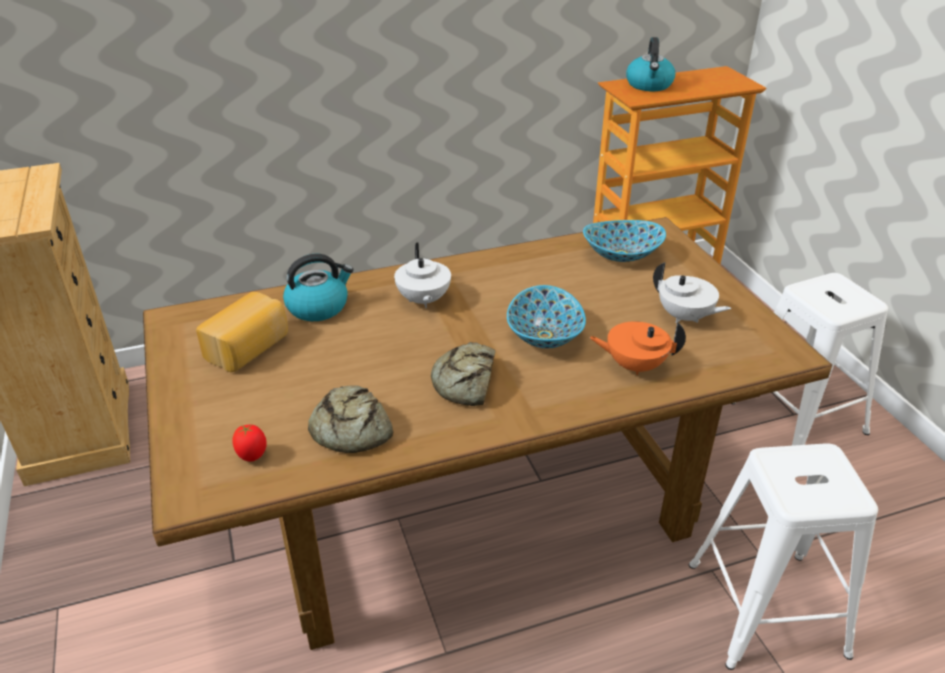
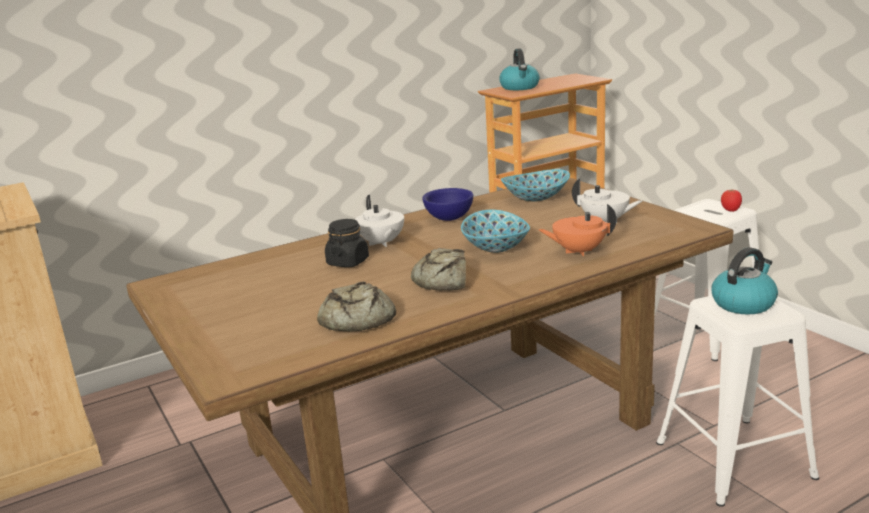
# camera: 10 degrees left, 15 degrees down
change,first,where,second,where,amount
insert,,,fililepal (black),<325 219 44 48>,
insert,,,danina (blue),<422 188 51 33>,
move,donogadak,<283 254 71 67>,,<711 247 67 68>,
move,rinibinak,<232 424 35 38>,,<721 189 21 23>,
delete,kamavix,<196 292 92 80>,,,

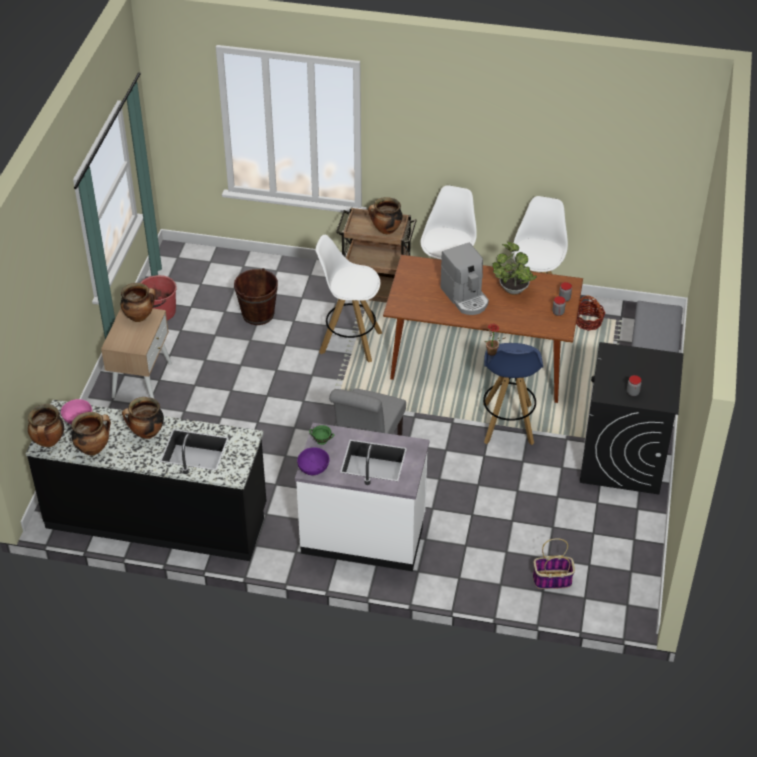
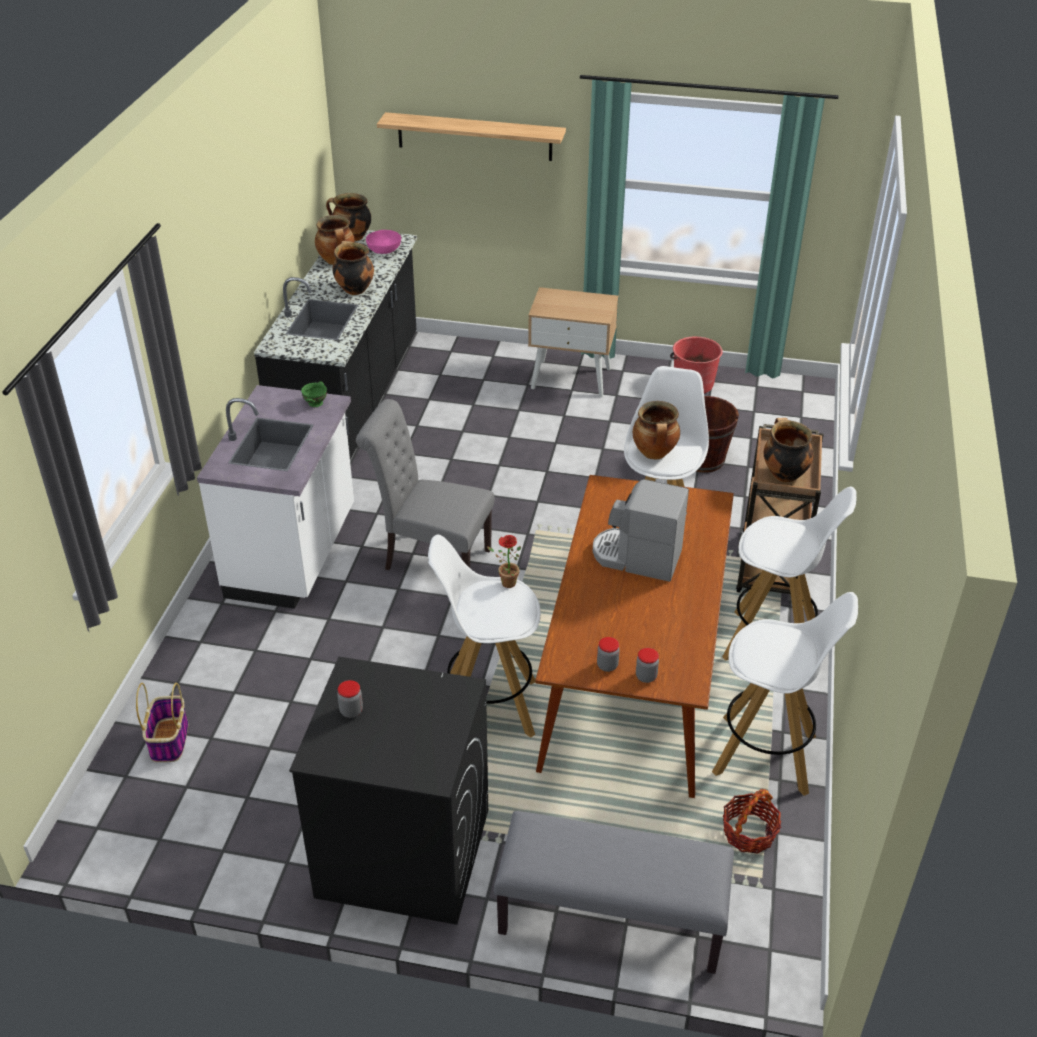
# camera: 90 degrees right, 5 degrees down
change,first,where,second,where,amount
insert,,,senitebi,<377 112 189 49>,
recolor,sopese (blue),<483 343 60 102>,sopese (white),<428 535 113 203>,
rotate,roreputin,<440 242 49 73>,,<593 479 96 103>,45 degrees clockwise
move,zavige,<121 283 35 39>,,<633 401 47 58>,
delete,danina (purple),<297 447 33 28>,,,
delete,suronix,<492 242 45 53>,,,

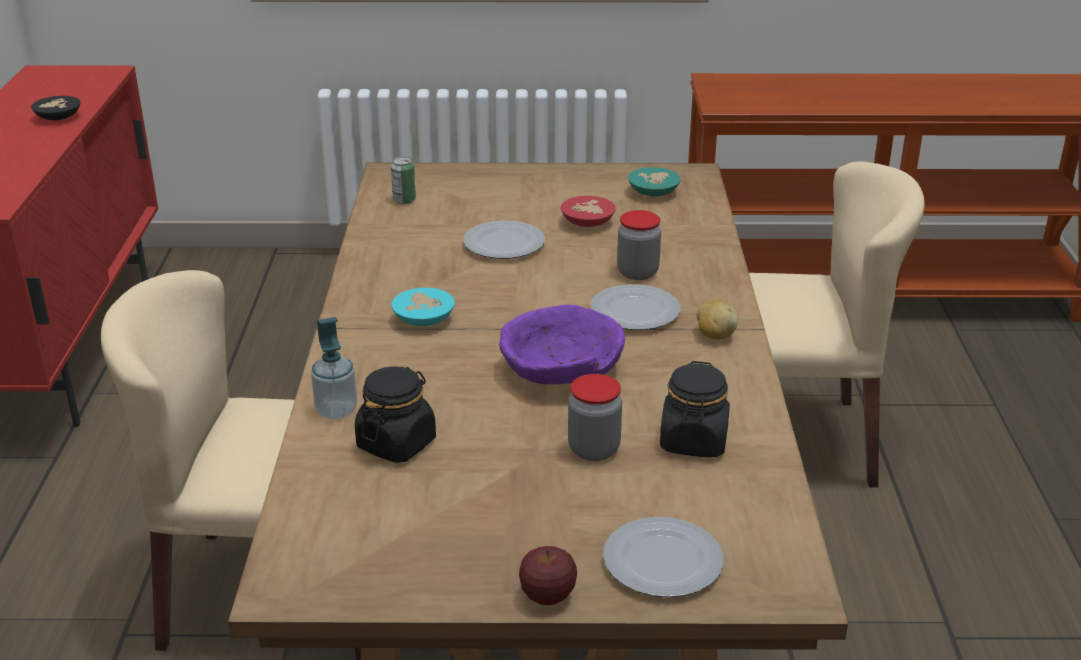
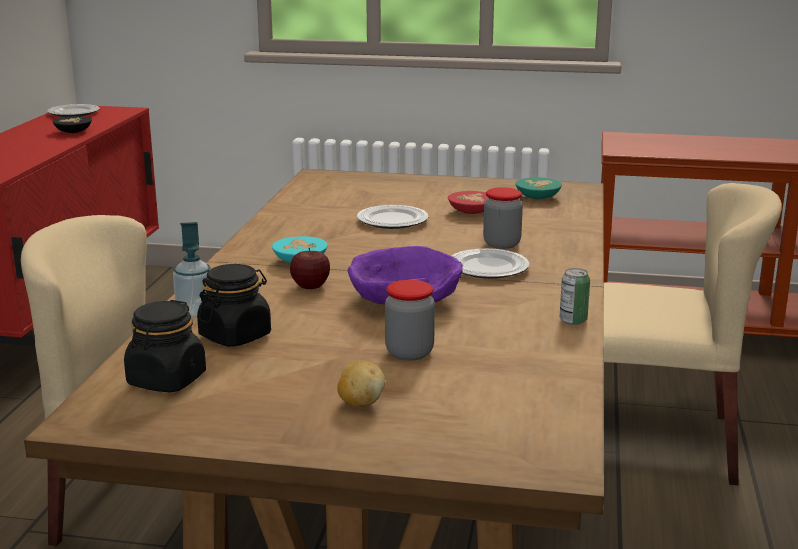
# camera: 10 degrees right, 10 degrees down
change,first,where,second,where,amount
move,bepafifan,<603 517 121 80>,,<47 104 53 13>,
move,fililepal (black),<660 361 70 96>,,<124 300 82 92>,
move,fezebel,<519 546 58 59>,,<290 248 40 41>,
move,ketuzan,<697 300 41 40>,,<337 360 48 47>,
move,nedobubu,<391 157 25 47>,,<560 268 30 57>,

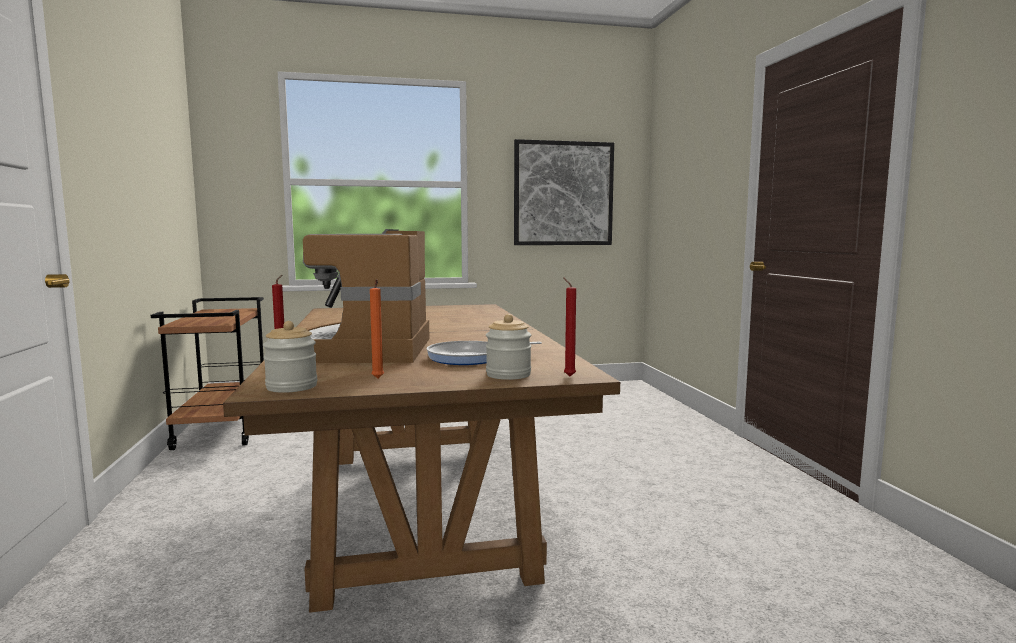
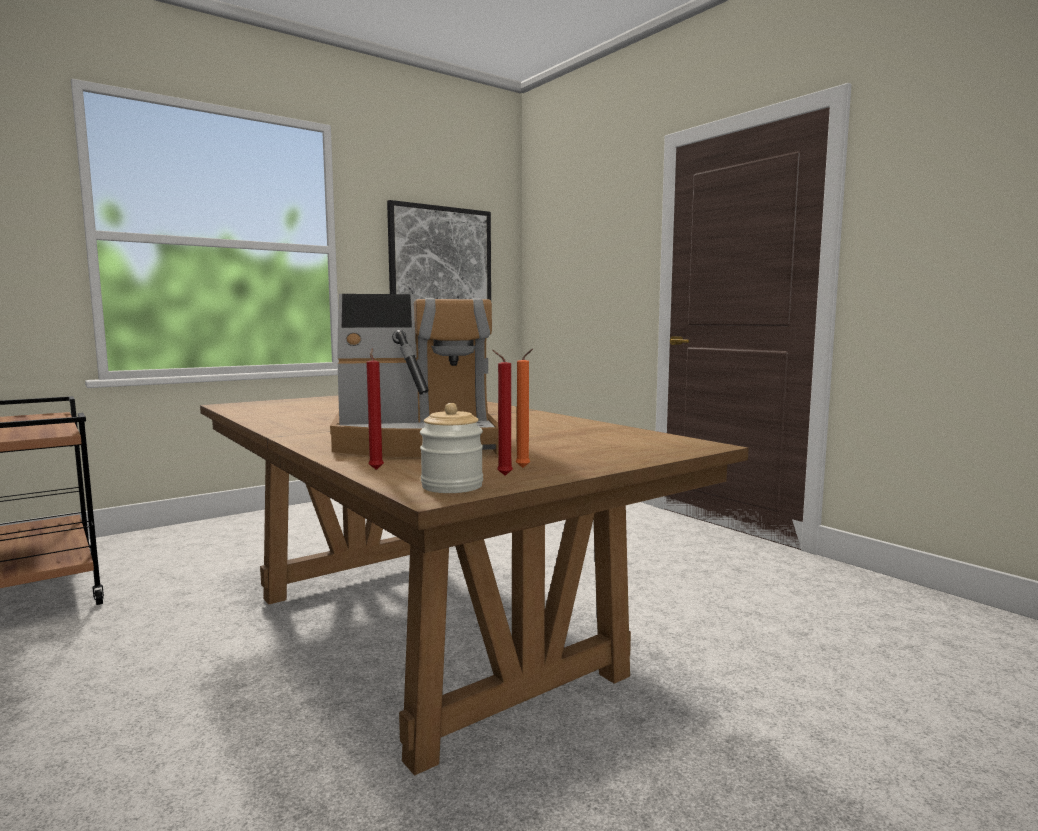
# camera: 25 degrees left, 0 degrees up
change,first,where,second,where,amount
rotate,roreputin,<303 229 127 134>,,<330 294 169 163>,75 degrees counterclockwise
move,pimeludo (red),<563 277 13 99>,,<492 350 21 126>,
delete,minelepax,<427 341 115 24>,,,
delete,fililepal,<486 314 45 66>,,,

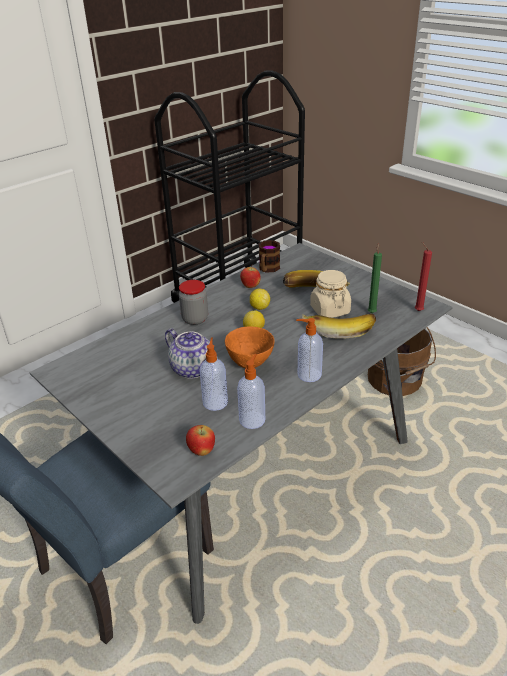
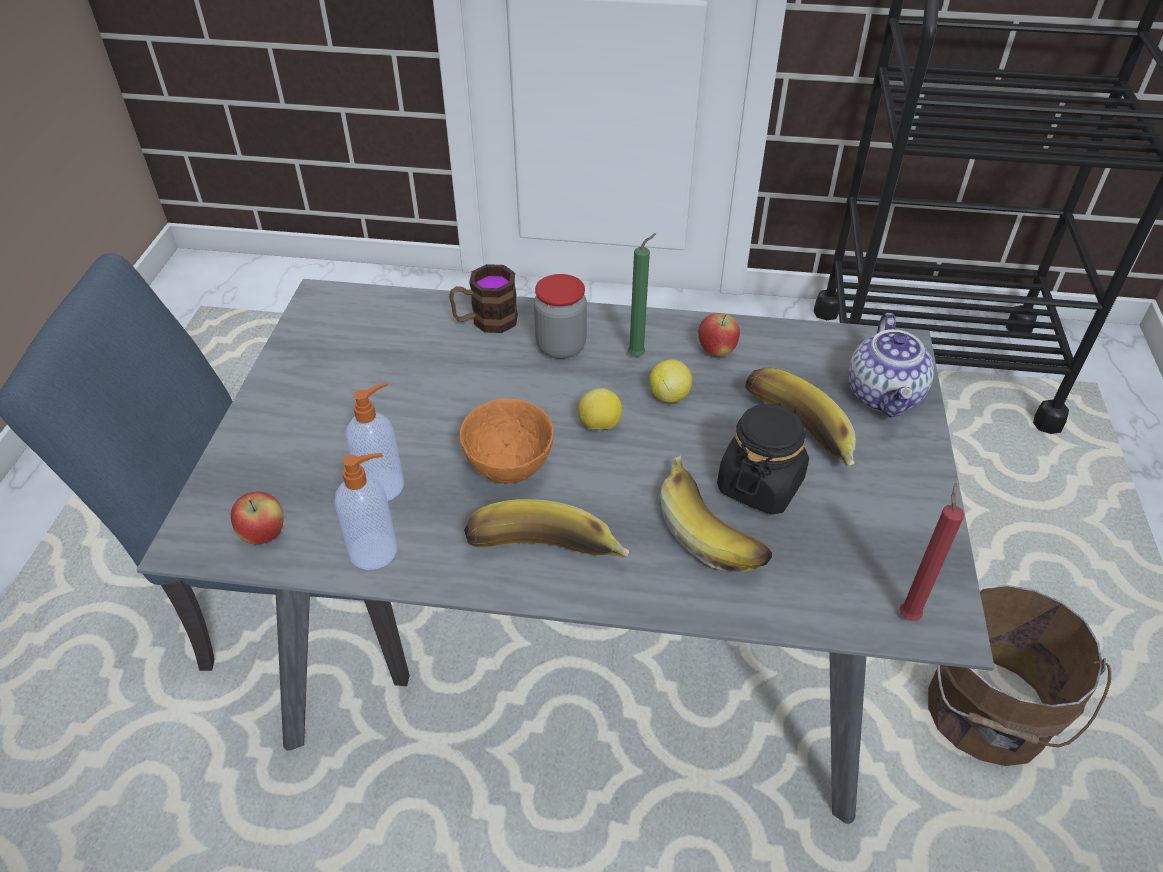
# camera: 50 degrees right, 10 degrees up
change,first,where,second,where,amount
move,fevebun,<259 240 21 33>,,<449 264 69 69>,
replace,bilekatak,<296 318 27 64>,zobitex,<464 499 165 59>,
move,pimeludo (green),<368 243 14 70>,,<628 233 29 123>,
recolor,fililepal (beige),<310 270 41 48>,fililepal (black),<717 403 92 112>,
move,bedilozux,<165 328 45 51>,,<848 313 86 105>,

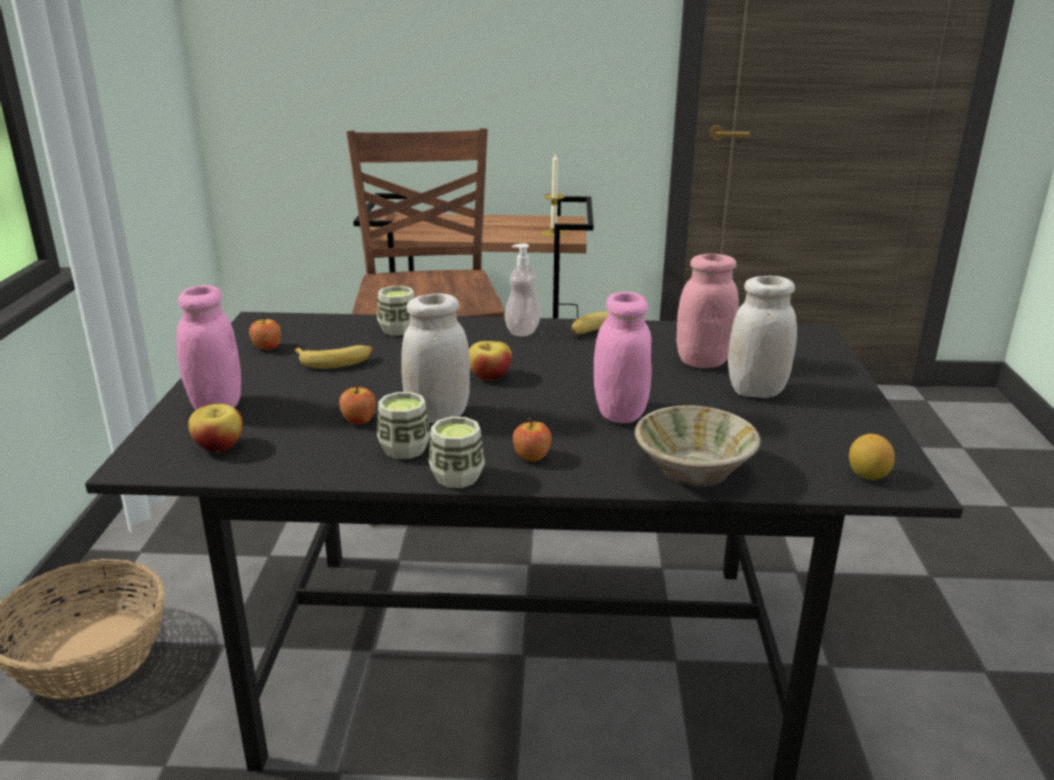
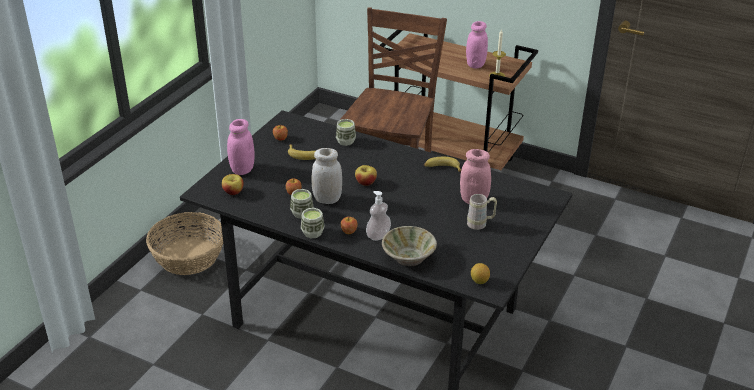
# camera: 25 degrees right, 10 degrees up
change,first,where,second,where,amount
move,bilekatak,<505 243 36 93>,,<366 191 25 50>,
move,fililepal (pink),<594 292 58 131>,,<466 21 22 47>,
replace,fililepal (white),<728 276 69 122>,fevebun (beige),<467 194 30 36>,

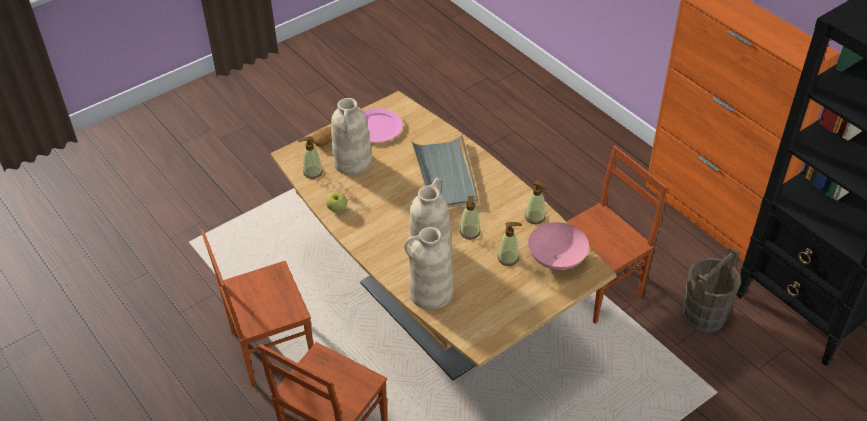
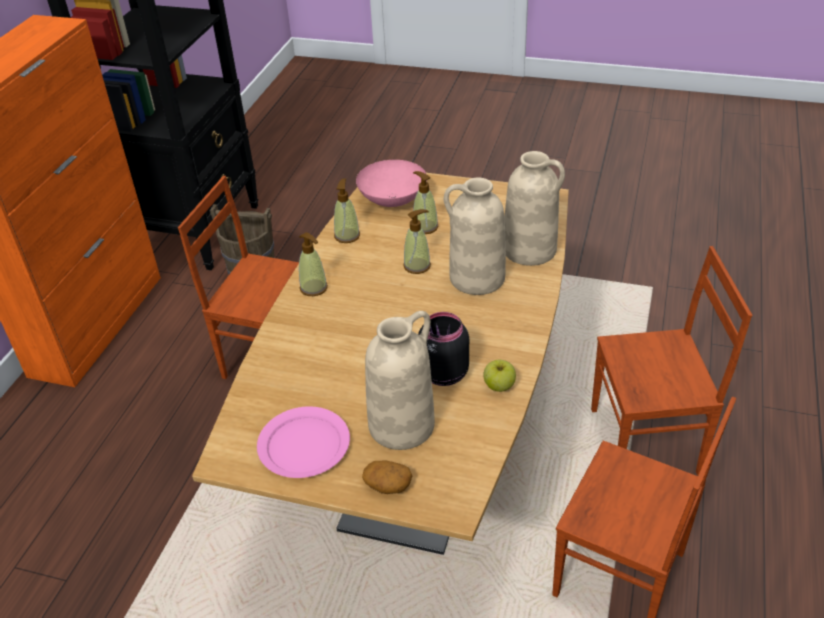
# camera: 125 degrees left, 5 degrees down
change,first,where,second,where,amount
move,bilekatak,<298 136 25 43>,,<299 232 29 64>,
insert,,,fililepal (black),<418 312 51 74>,
delete,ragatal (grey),<411 134 67 73>,,,

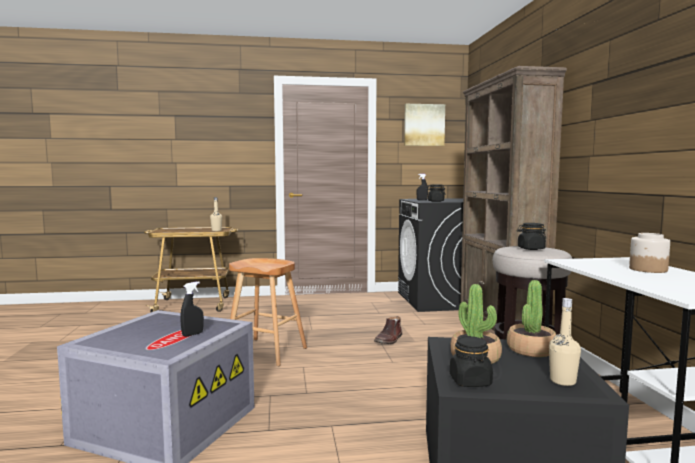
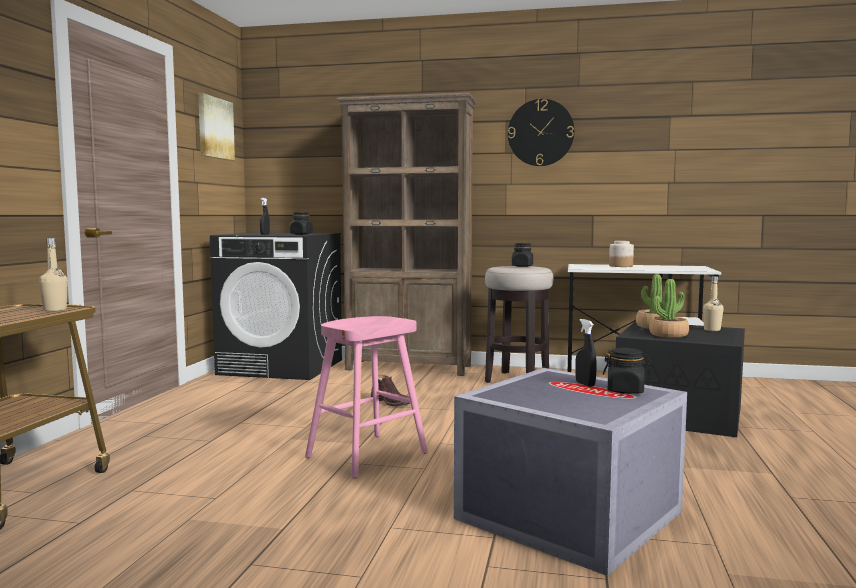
# camera: 70 degrees left, 0 degrees up
change,first,where,second,where,amount
recolor,sopese (brown),<229 258 78 108>,sopese (pink),<305 316 123 162>,
insert,,,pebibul,<508 99 66 67>,
move,fililepal (black),<450 336 43 51>,,<603 348 48 46>,

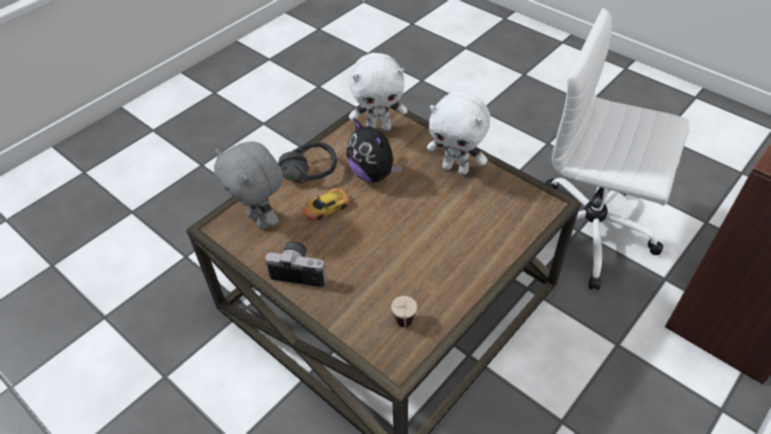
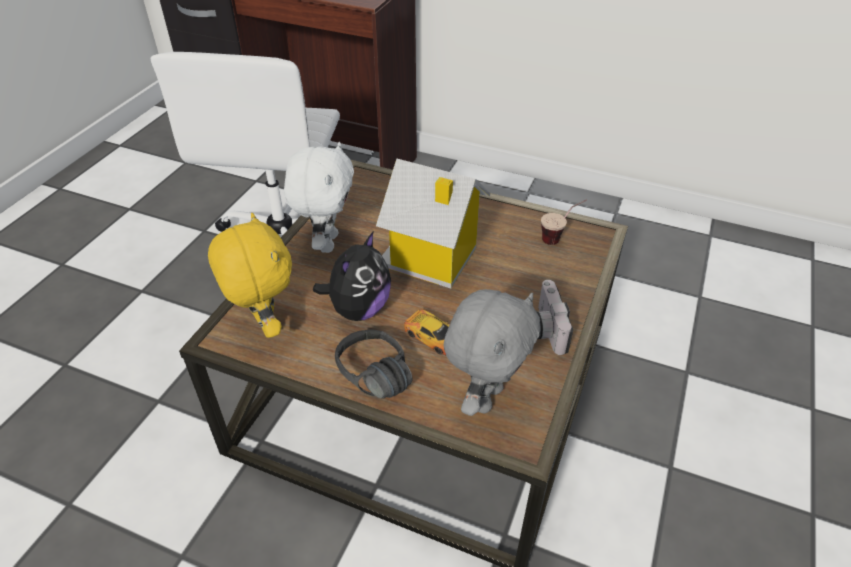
# camera: 110 degrees left, 5 degrees down
change,first,where,second,where,amount
recolor,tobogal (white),<349 53 58 78>,tobogal (yellow),<208 213 84 125>,
insert,,,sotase,<376 158 115 130>,

